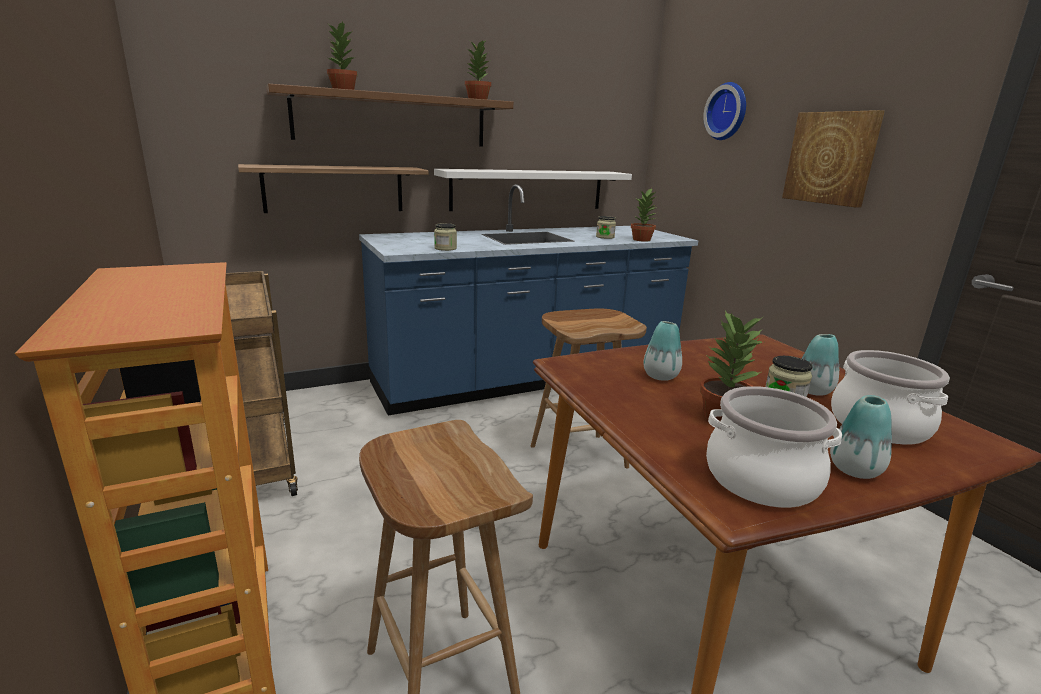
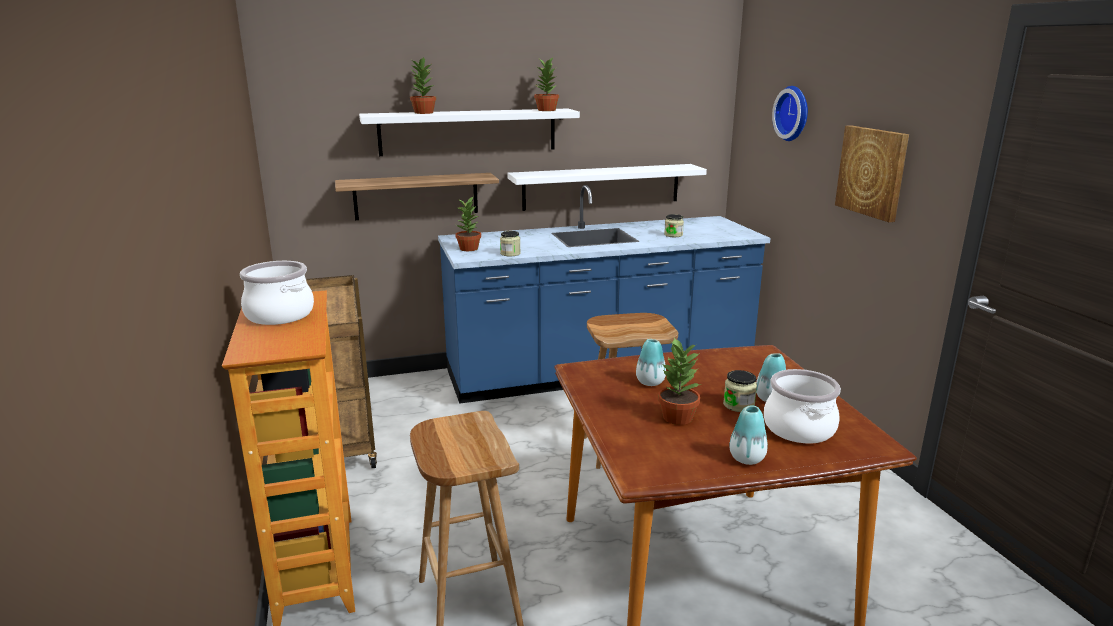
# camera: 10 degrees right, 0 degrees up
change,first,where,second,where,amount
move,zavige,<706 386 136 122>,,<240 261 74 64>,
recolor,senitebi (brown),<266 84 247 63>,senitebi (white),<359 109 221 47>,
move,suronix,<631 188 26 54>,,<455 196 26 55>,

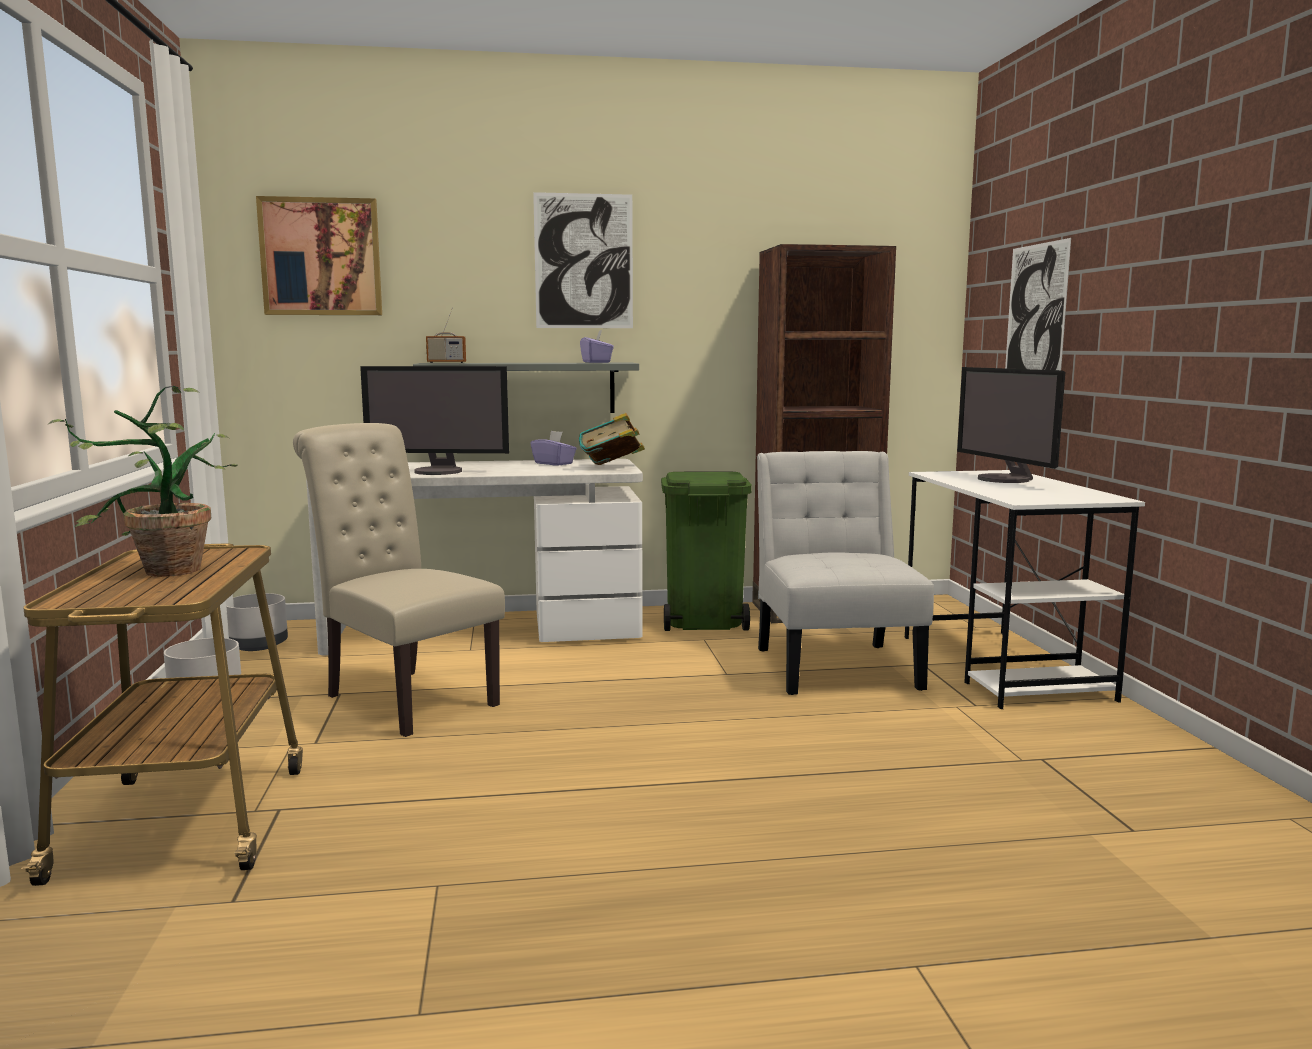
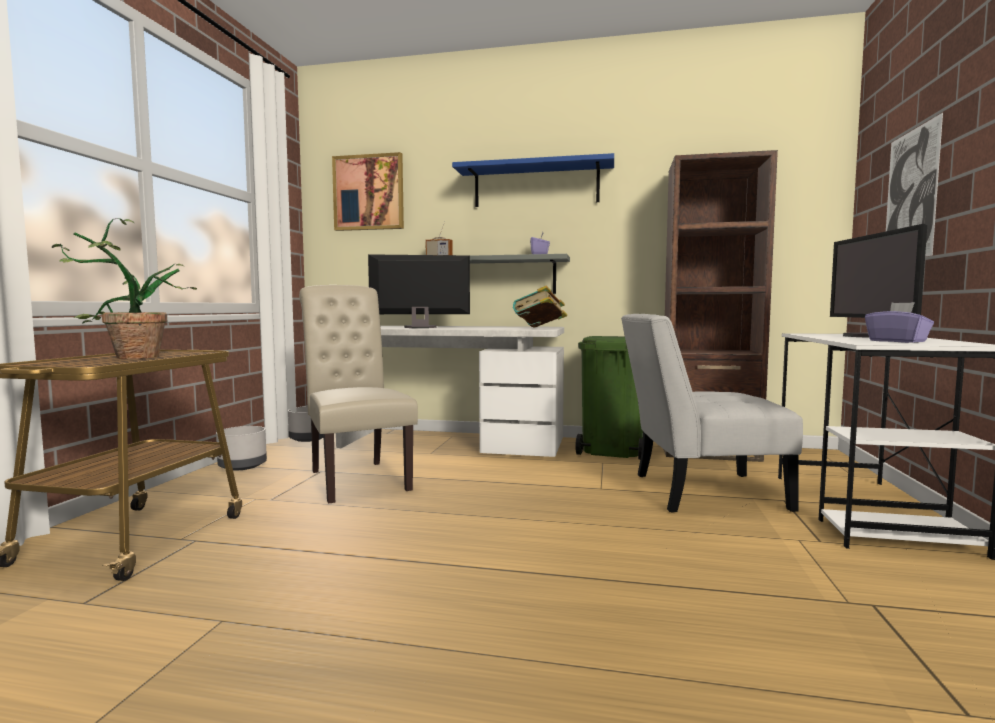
# camera: 20 degrees right, 5 degrees down
change,first,where,second,where,amount
rotate,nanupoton,<360 366 149 109>,,<368 254 102 74>,150 degrees clockwise
replace,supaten,<533 192 100 136>,senitebi (blue),<452 153 162 54>,
rotate,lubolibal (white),<757 451 177 244>,,<621 314 182 199>,105 degrees counterclockwise
move,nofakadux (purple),<530 431 47 35>,,<865 302 69 41>,

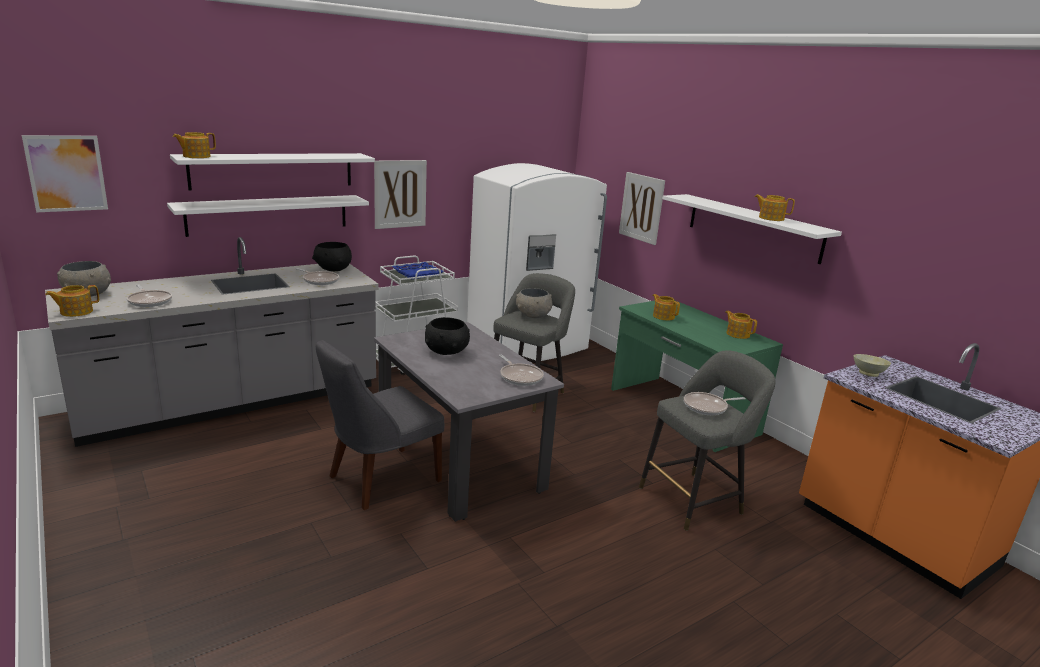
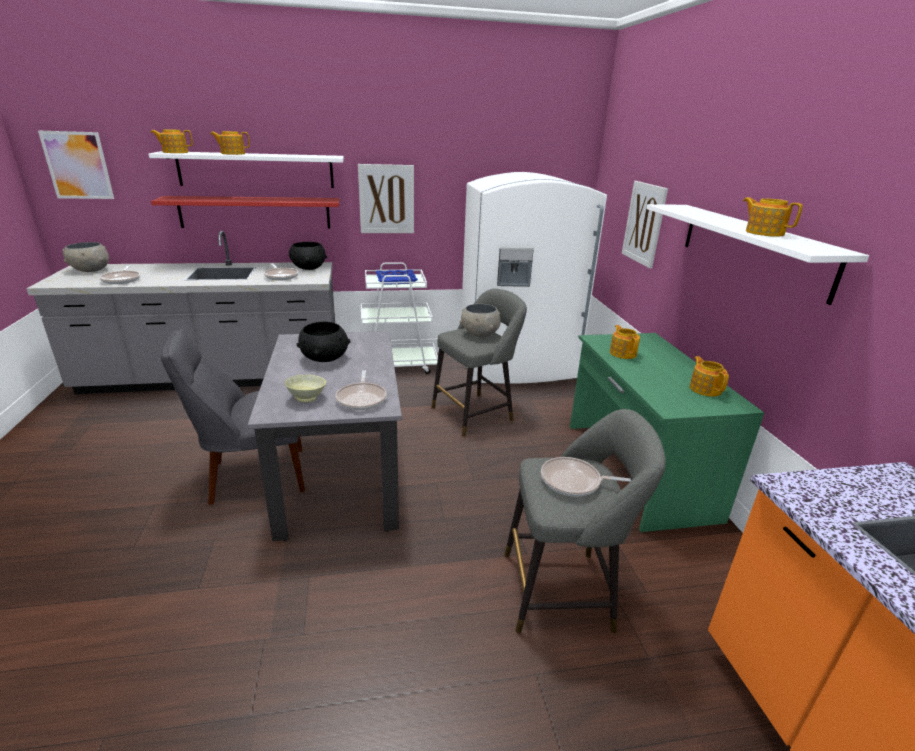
# camera: 25 degrees right, 5 degrees up
change,first,where,second,where,amount
recolor,senitebi (white),<167 195 202 42>,senitebi (red),<151 196 189 32>,
move,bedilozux,<45 285 54 32>,,<210 131 40 24>,
move,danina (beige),<854 354 37 23>,,<285 374 41 28>,

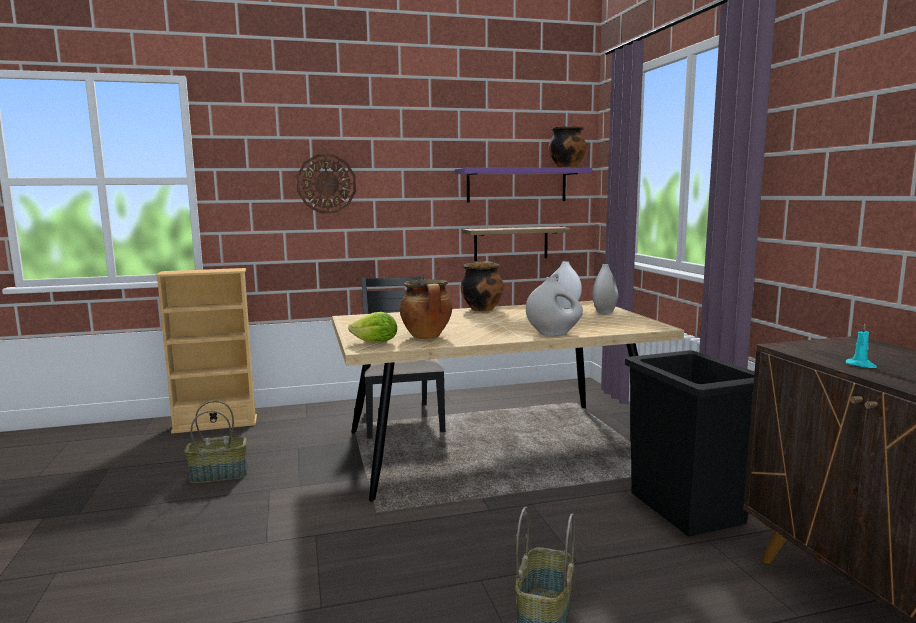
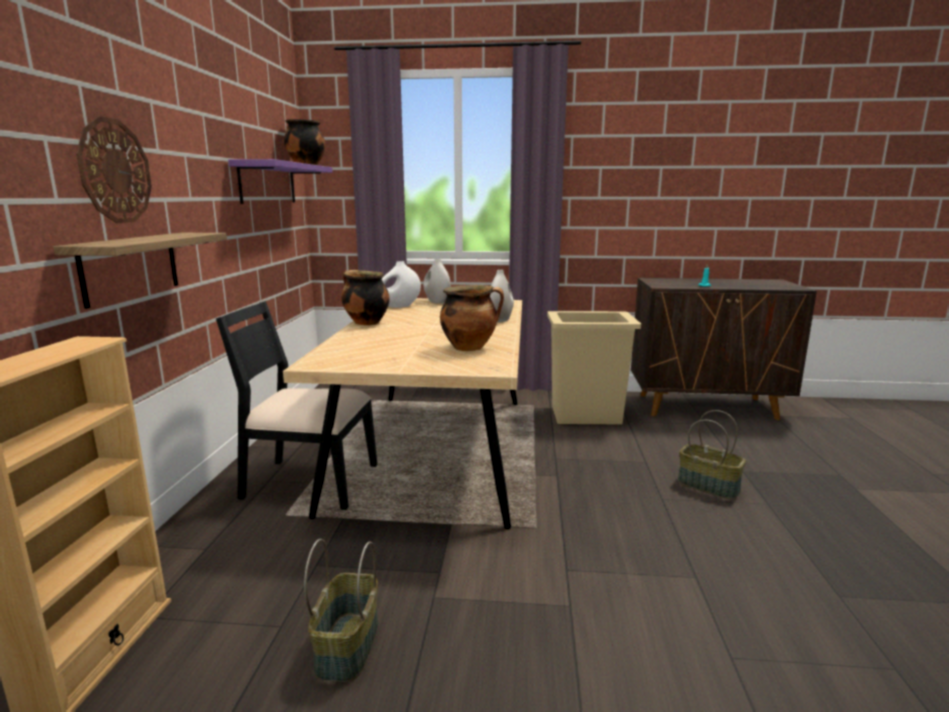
# camera: 70 degrees left, 5 degrees up
change,first,where,second,where,amount
move,senitebi,<462 227 109 34>,,<53 233 174 76>,
recolor,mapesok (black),<625 350 130 186>,mapesok (beige),<547 311 94 113>,
delete,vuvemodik,<348 312 49 30>,,,

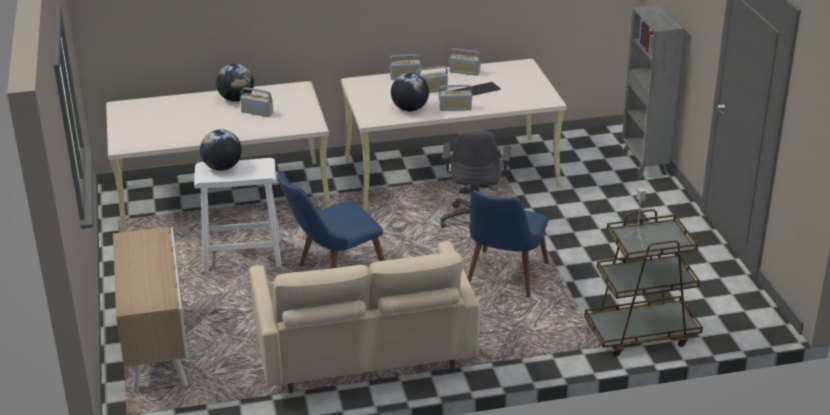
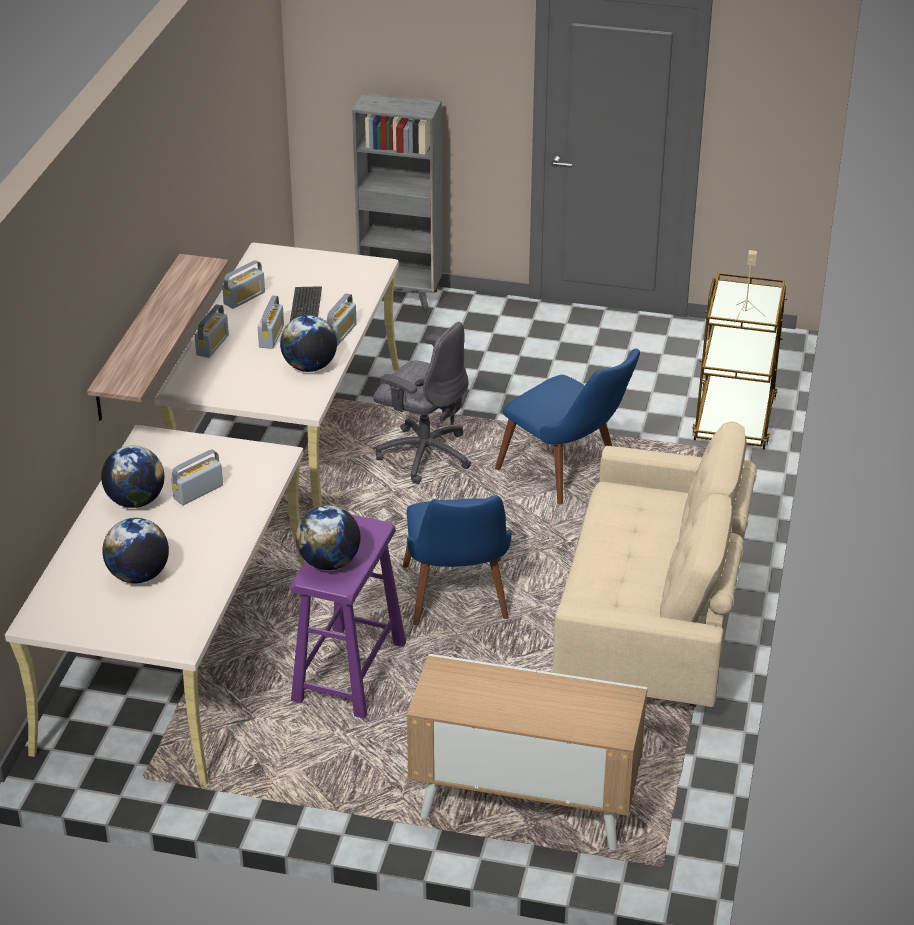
# camera: 65 degrees left, 5 degrees up
change,first,where,second,where,amount
insert,,,senitebi,<87 254 141 167>,
insert,,,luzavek,<102 518 67 65>,
recolor,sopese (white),<194 158 88 114>,sopese (purple),<291 514 115 205>,

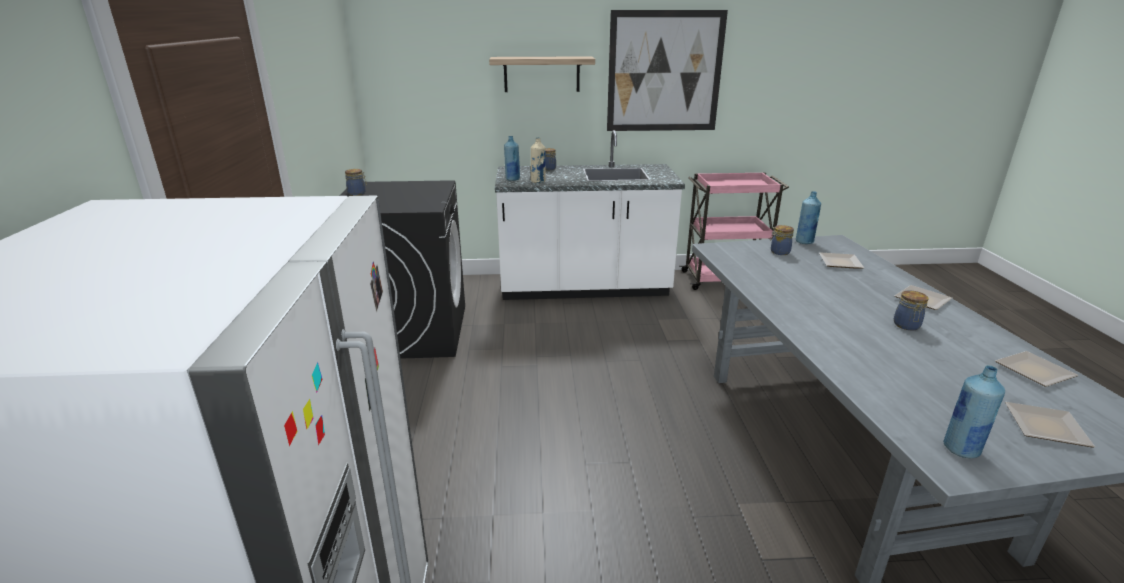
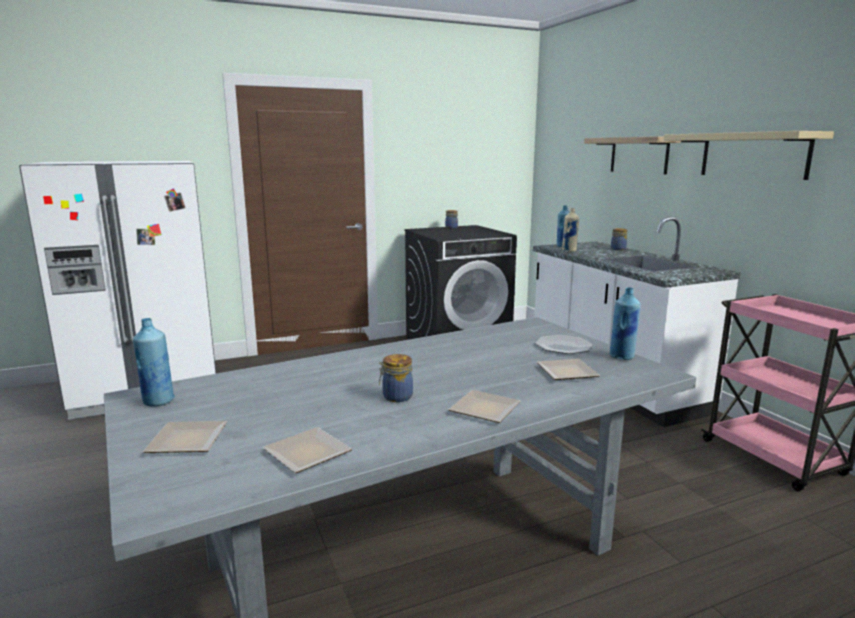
# camera: 70 degrees right, 10 degrees down
change,first,where,second,where,amount
replace,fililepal,<770 225 24 30>,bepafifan,<535 335 57 19>,
replace,supaten,<607 10 121 121>,senitebi (beige),<663 131 171 49>,

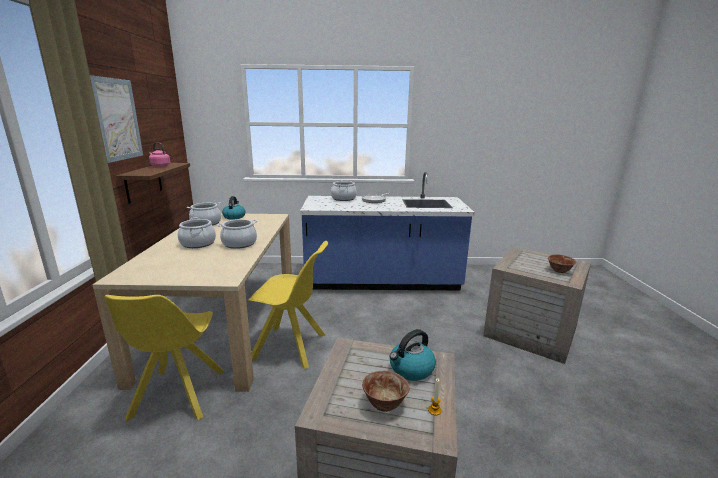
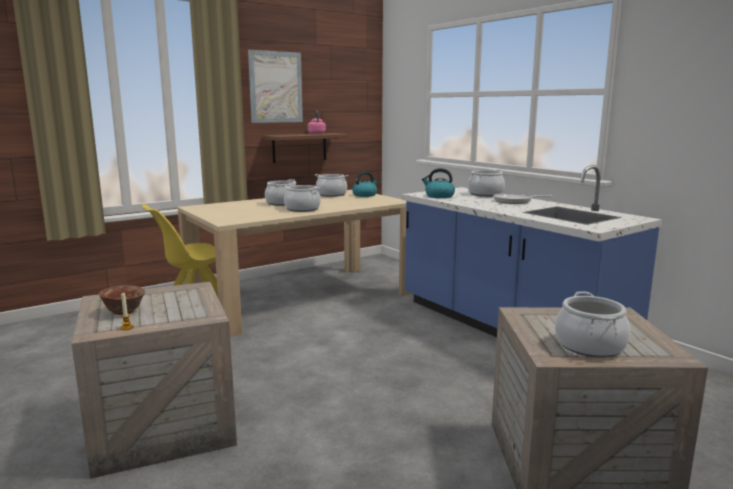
# camera: 55 degrees right, 5 degrees down
change,first,where,second,where,amount
move,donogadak,<390 329 46 52>,,<422 168 33 30>,
replace,danina,<548 254 28 19>,zavige,<555 291 75 67>,
delete,lubolibal (yellow),<248 241 80 128>,,,

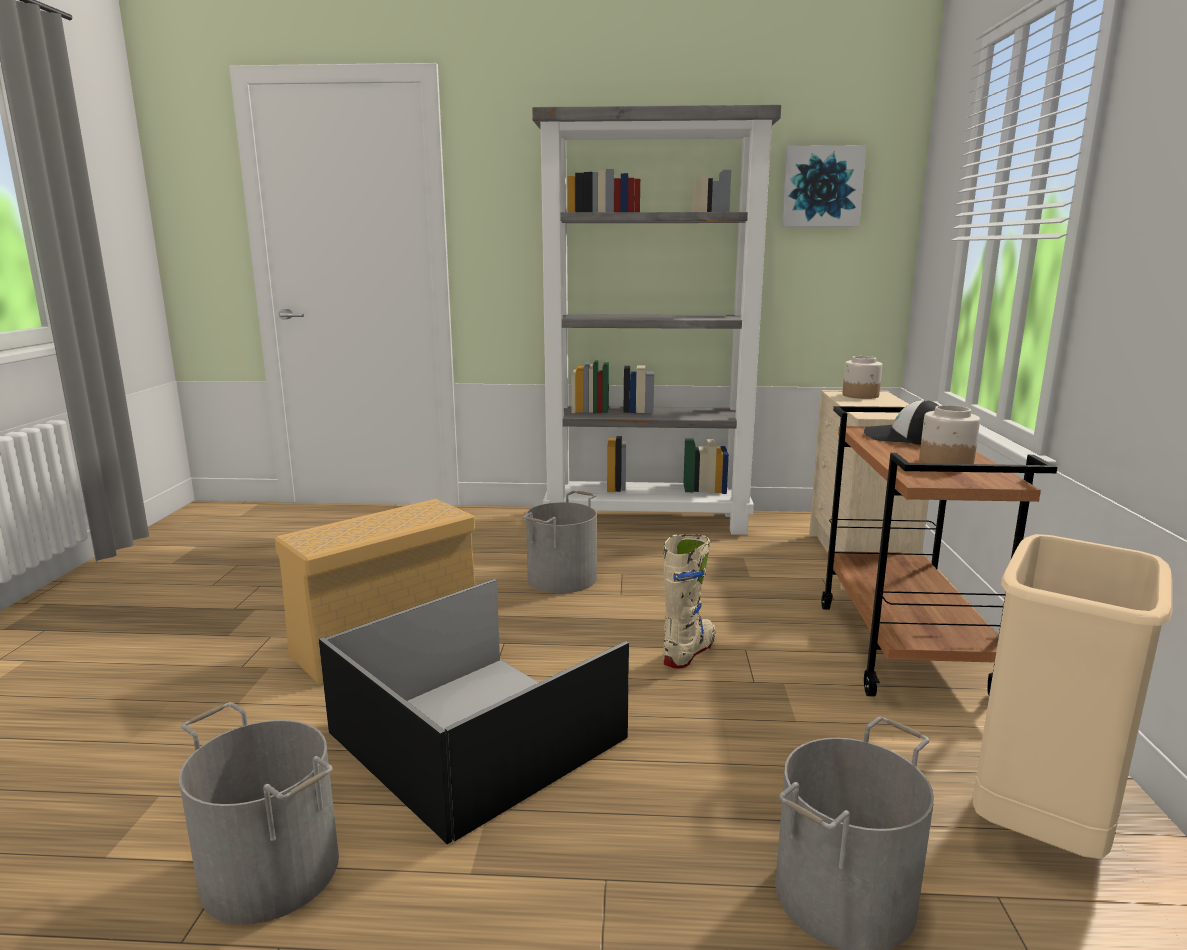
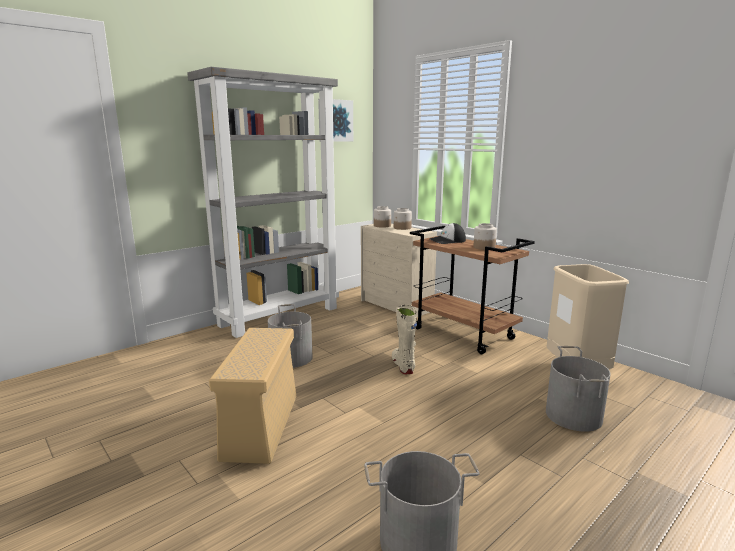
# camera: 45 degrees left, 0 degrees up
change,first,where,second,where,amount
insert,,,fililepal,<394 208 18 22>,
delete,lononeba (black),<319 579 310 265>,,,

